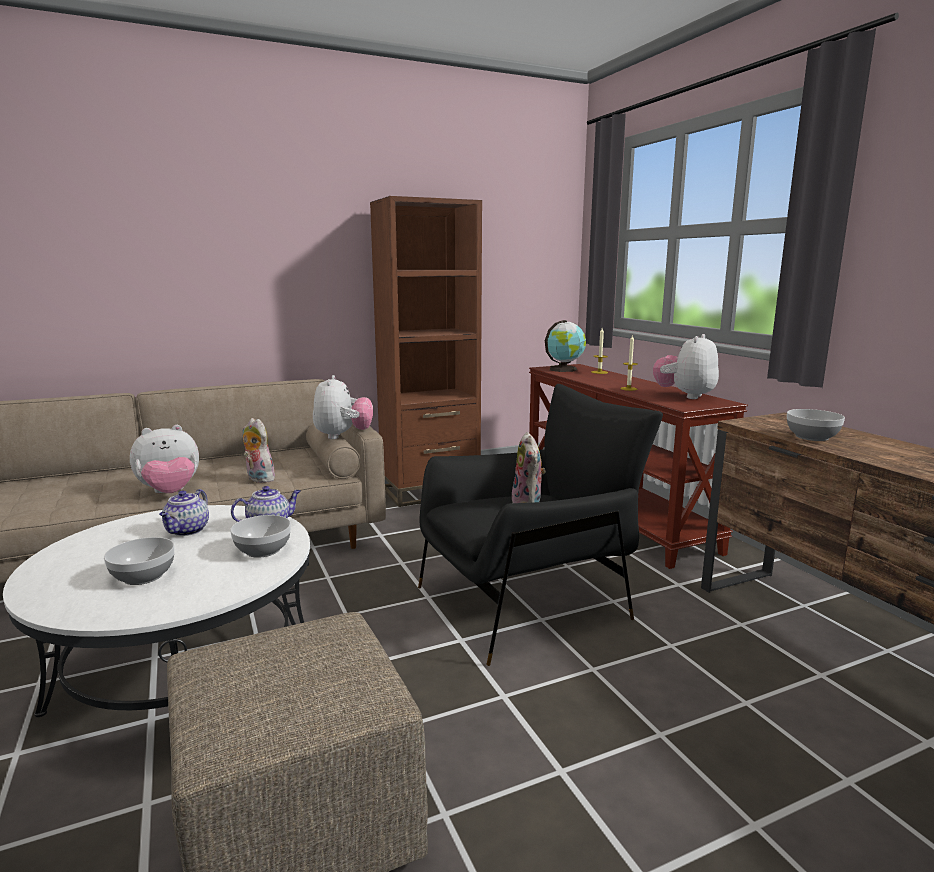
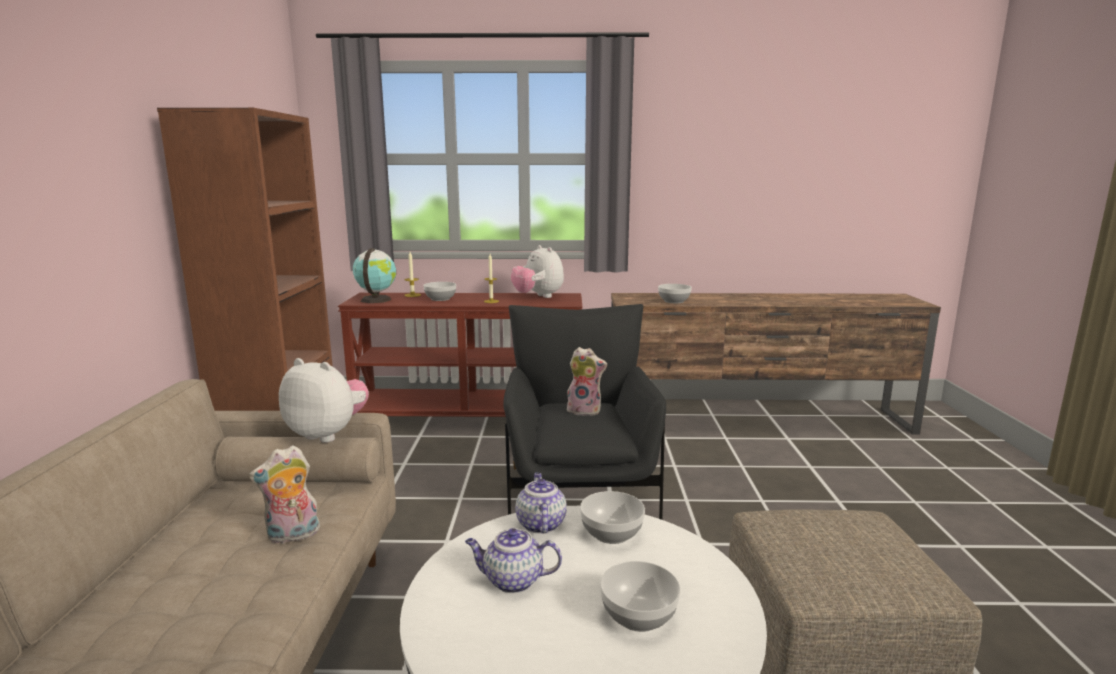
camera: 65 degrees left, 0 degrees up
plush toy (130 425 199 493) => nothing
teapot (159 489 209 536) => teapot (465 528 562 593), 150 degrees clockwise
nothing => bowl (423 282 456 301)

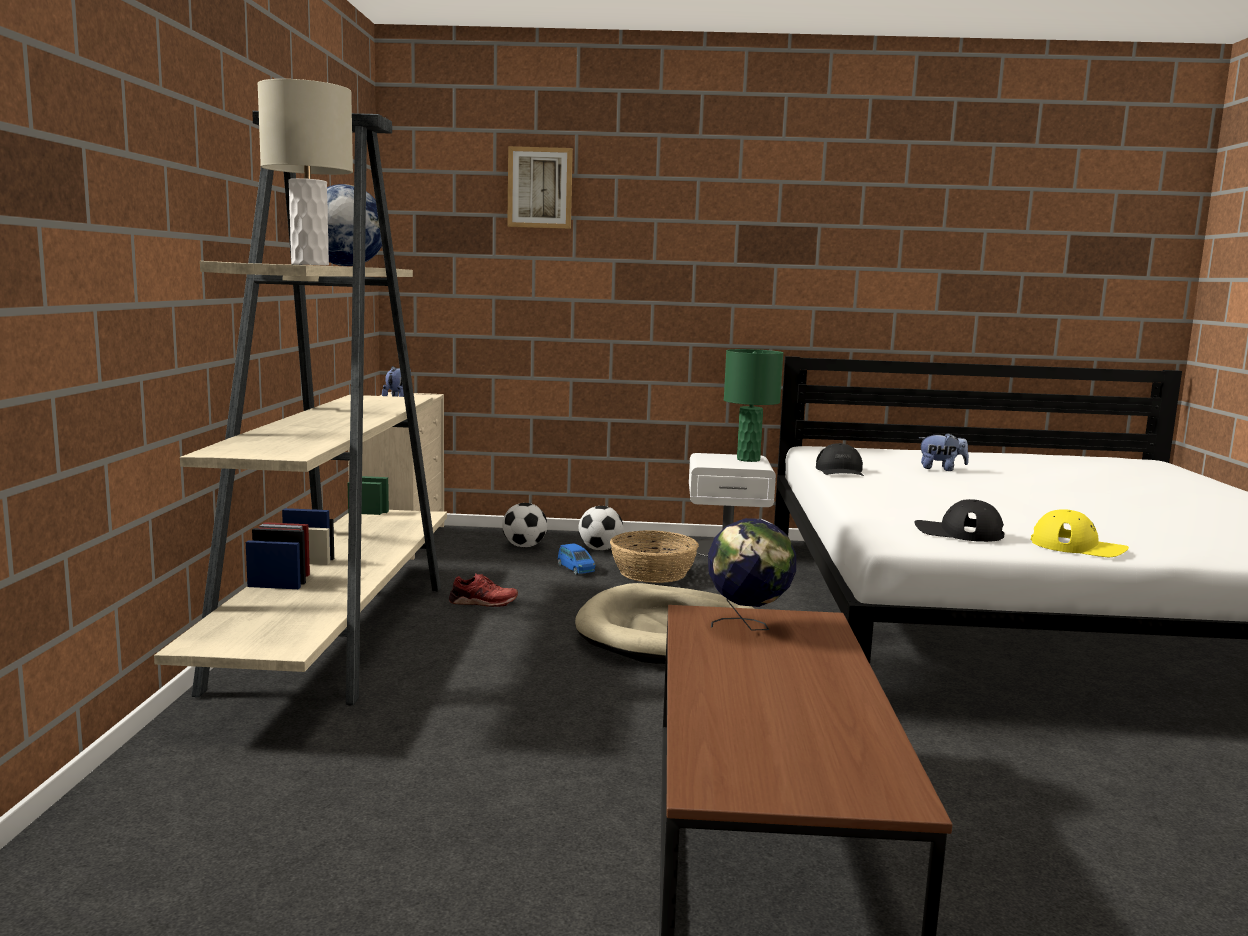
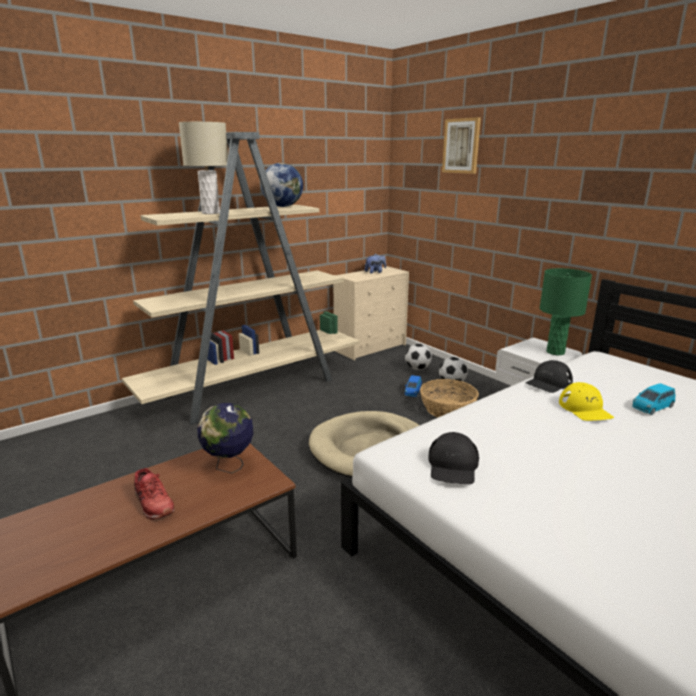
camera: 50 degrees right, 10 degrees up
plush toy (919 433 969 471) => blue toy car (632 383 675 415)
black cap (914 499 1005 542) => black cap (428 432 479 484), 150 degrees counterclockwise
yellow cap (1031 509 1129 557) => yellow cap (559 382 614 421), moved
red shoe (449 574 518 607) => red shoe (134 468 174 520), moved

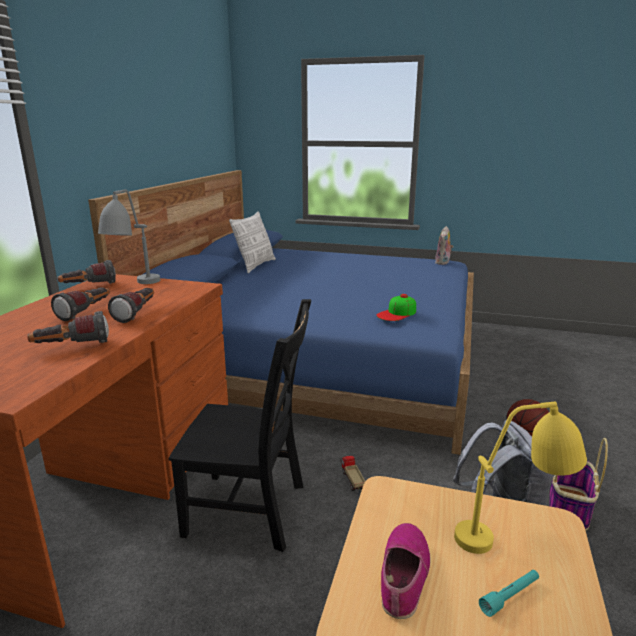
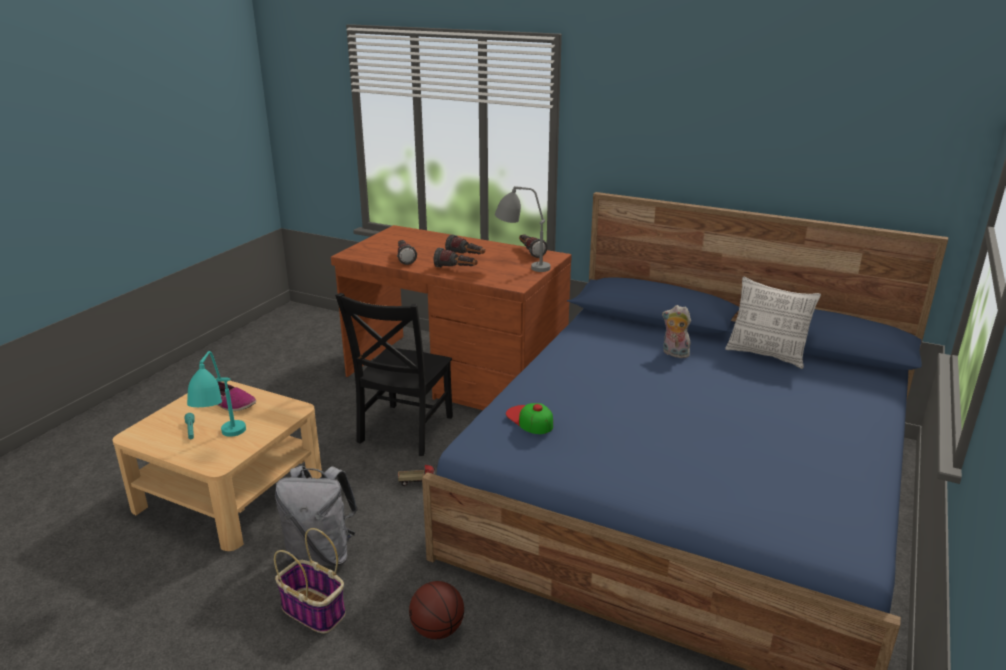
camera: 100 degrees right, 5 degrees up
plush toy (435 226 453 265) => plush toy (662 305 691 359), moved
yellow table lamp (454 402 587 554) => turquoise table lamp (187 351 246 437)

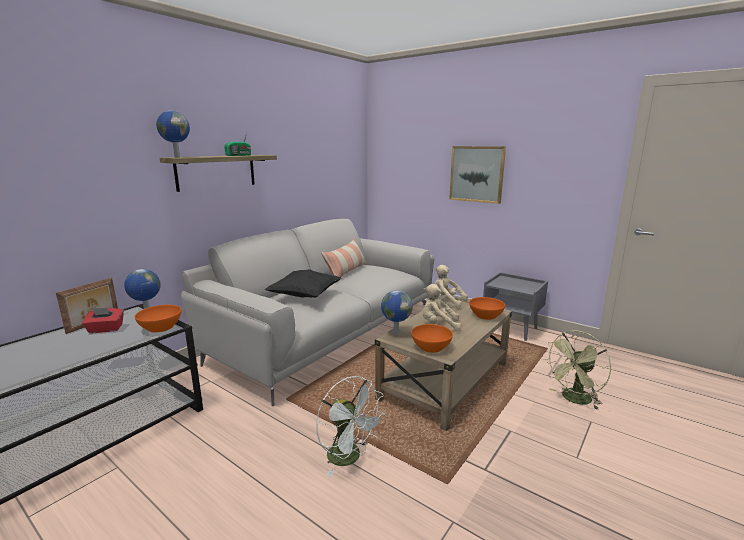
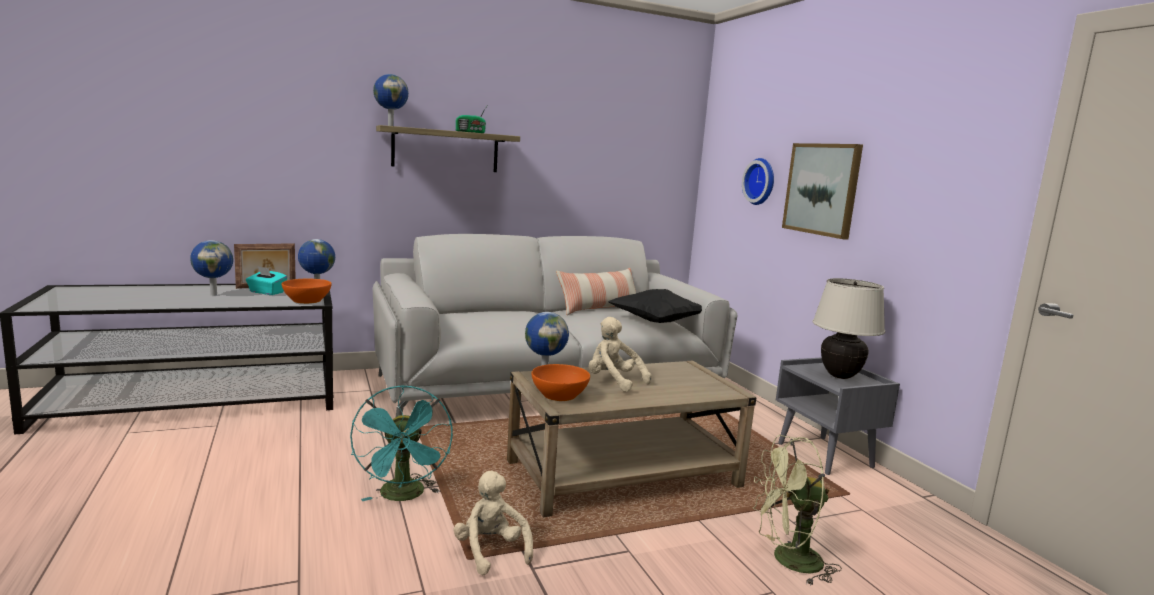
camera: 30 degrees right, 5 degrees down
beige plush toy (435 265 468 308) => beige plush toy (453 471 533 575), moved
black pillow (264 269 341 298) => black pillow (608 289 702 323), moved
orange bowl (469 297 505 320) => nothing
red tissue box (82 308 124 333) => turquoise tissue box (246 266 287 295)
white fan (316 376 386 476) => turquoise fan (350 385 453 501)
nothing => wall clock (742 158 774 205)
nothing => globe (190 240 233 296)
nothing => beige table lamp (812 278 885 379)

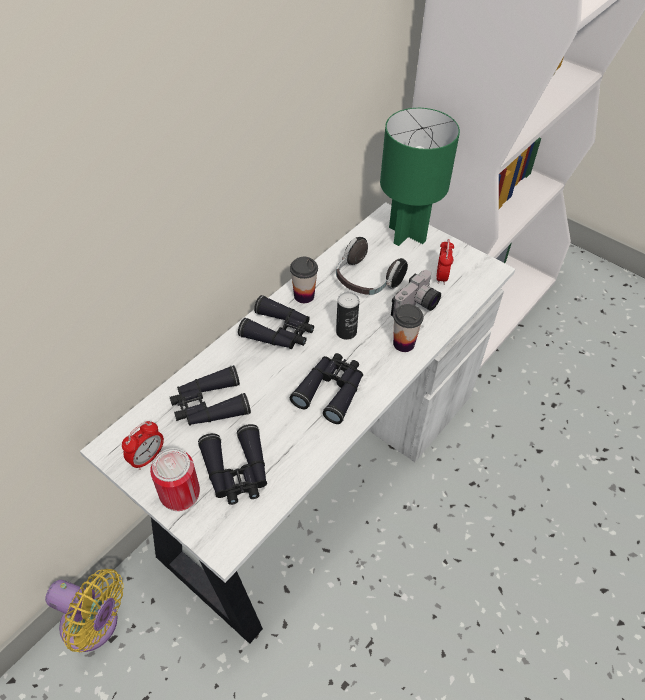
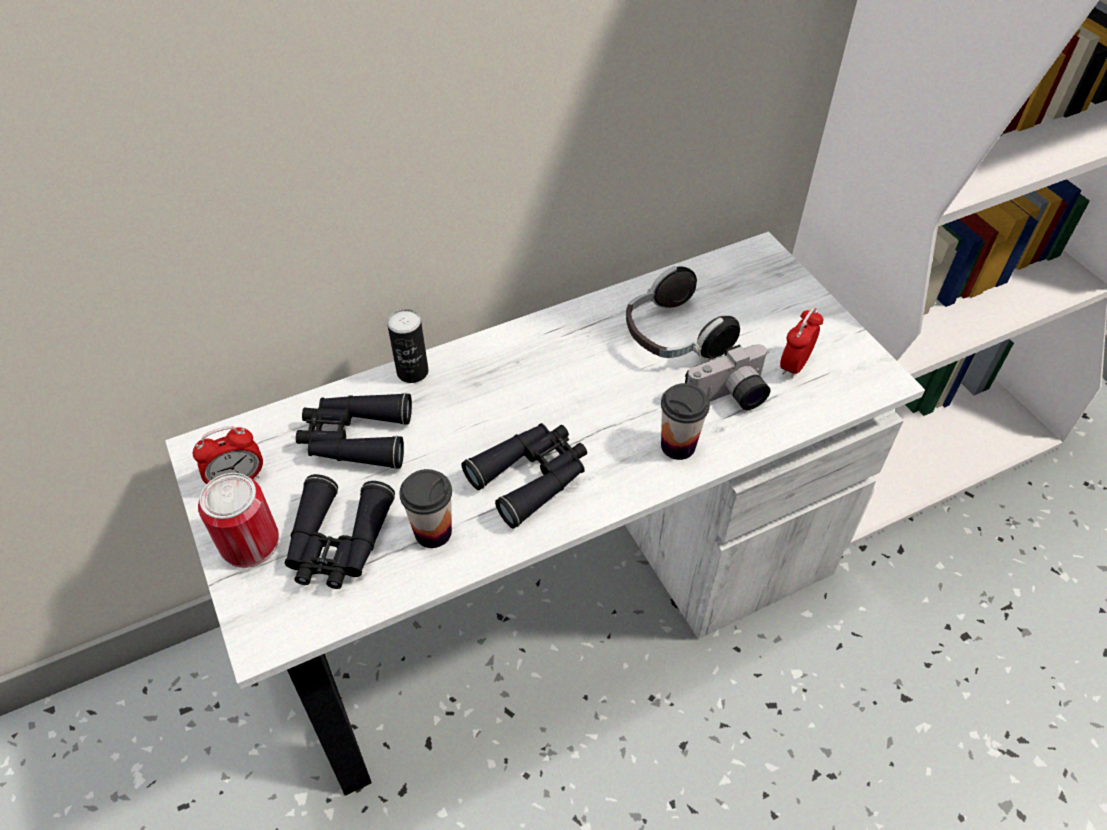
camera: 25 degrees right, 0 degrees up
green table lamp (380 108 460 246) => nothing
cup (290 257 318 303) => cup (399 469 452 548), moved
can (336 292 359 340) => can (387 309 429 383), moved
black binoculars (238 295 314 349) => nothing
yellow fan (45 569 124 652) => nothing

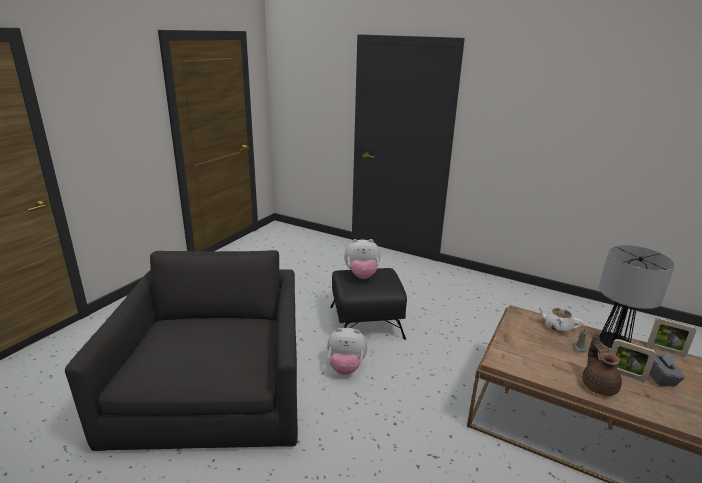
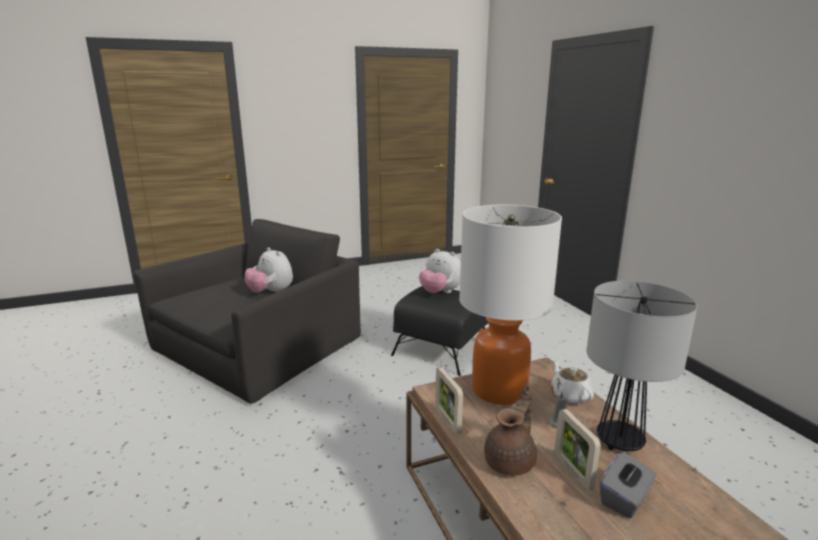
camera: 40 degrees right, 5 degrees down
picture frame (648 318 696 356) => picture frame (435 367 463 434), moved
plush toy (327 328 367 375) => plush toy (245 247 293 293), moved
nothing => table lamp (459 205 562 405)

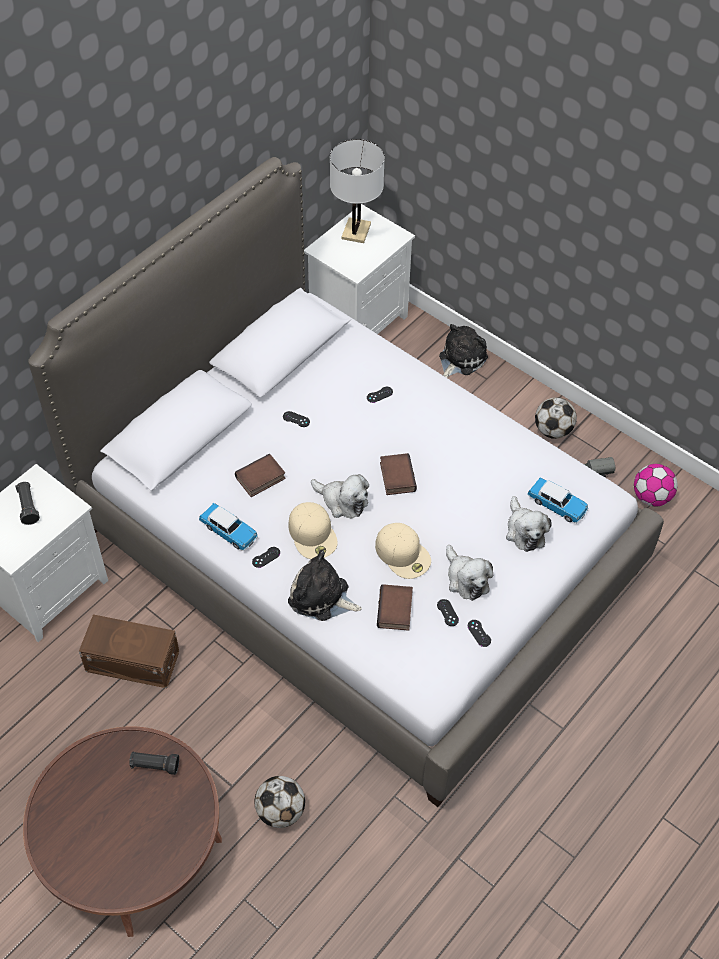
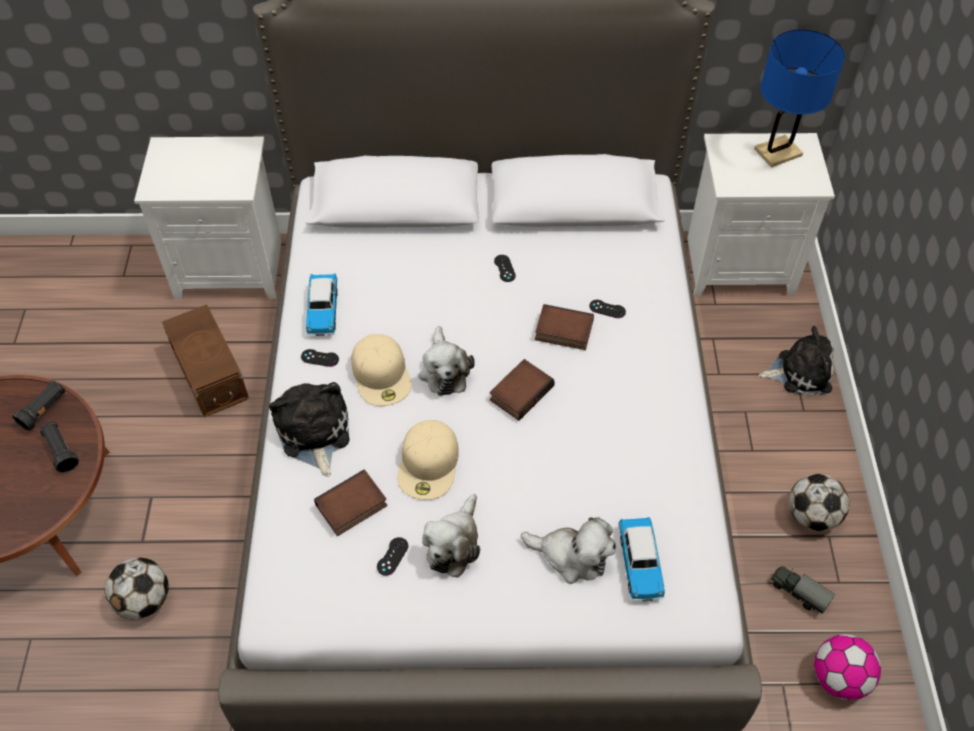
camera: 50 degrees right, 0 degrees up
white table lamp (330 139 385 243) => blue table lamp (754 29 845 168)
book (235 454 286 497) => book (535 304 594 350), moved
black flashlight (15 482 40 525) => black flashlight (12 380 65 431), moved
plush toy (506 496 552 552) => plush toy (521 517 616 584), 105 degrees counterclockwise
beige cap (288 502 338 559) => beige cap (351 334 411 406), 45 degrees counterclockwise
black game controller (468 620 491 647) => nothing

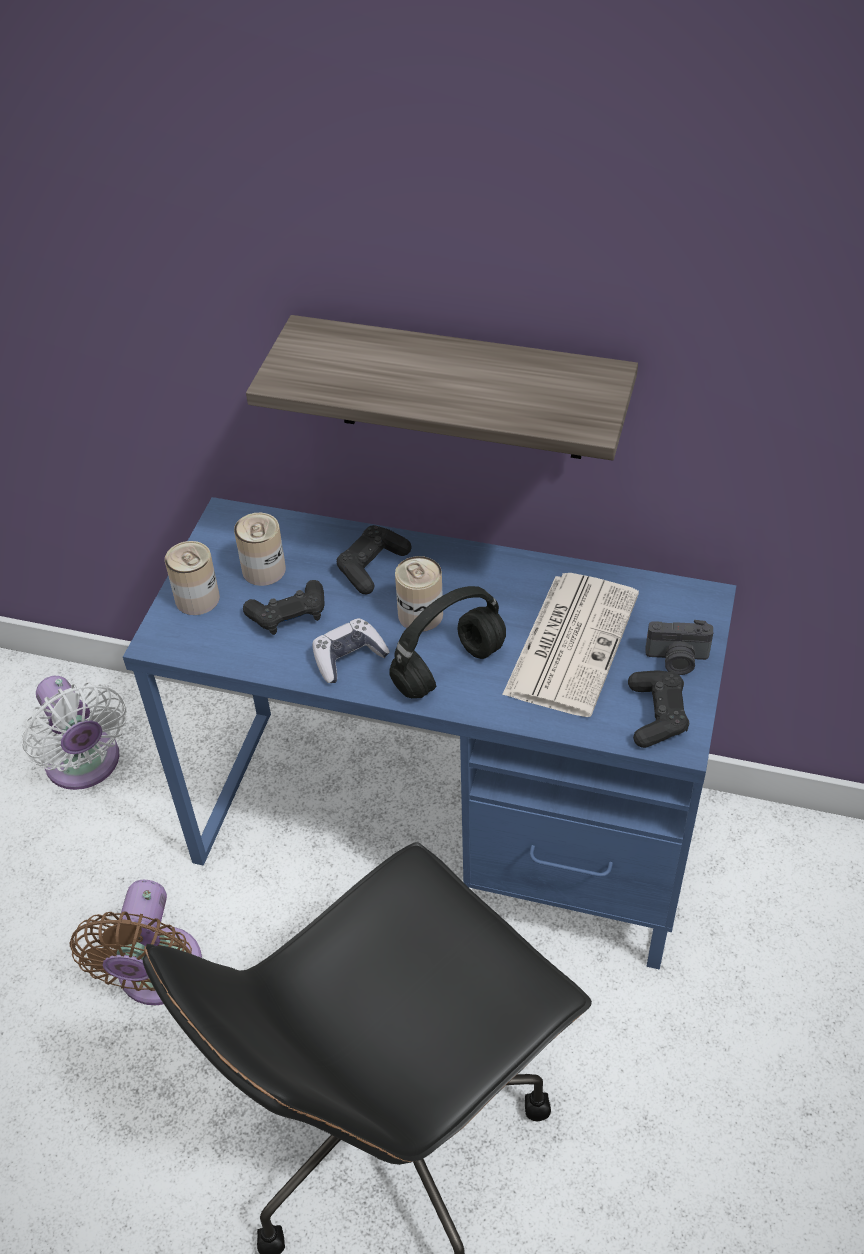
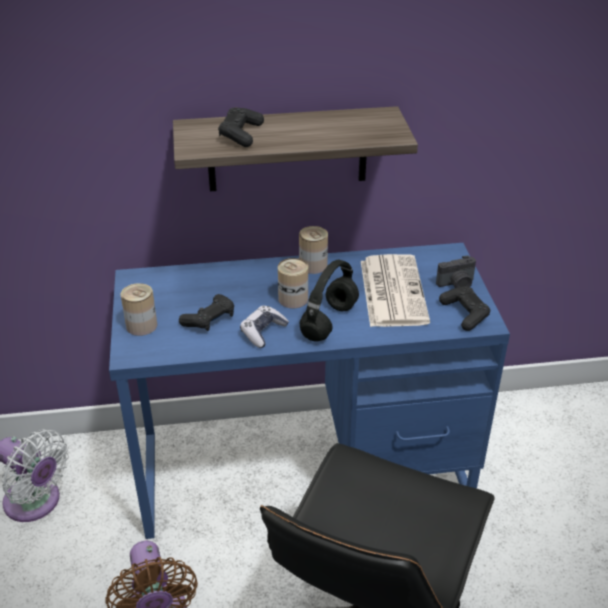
camera: 25 degrees left, 10 degrees down
can (234 513 286 586) => can (299 226 328 274), moved
black game controller (336 525 411 594) => black game controller (218 107 264 147), moved

